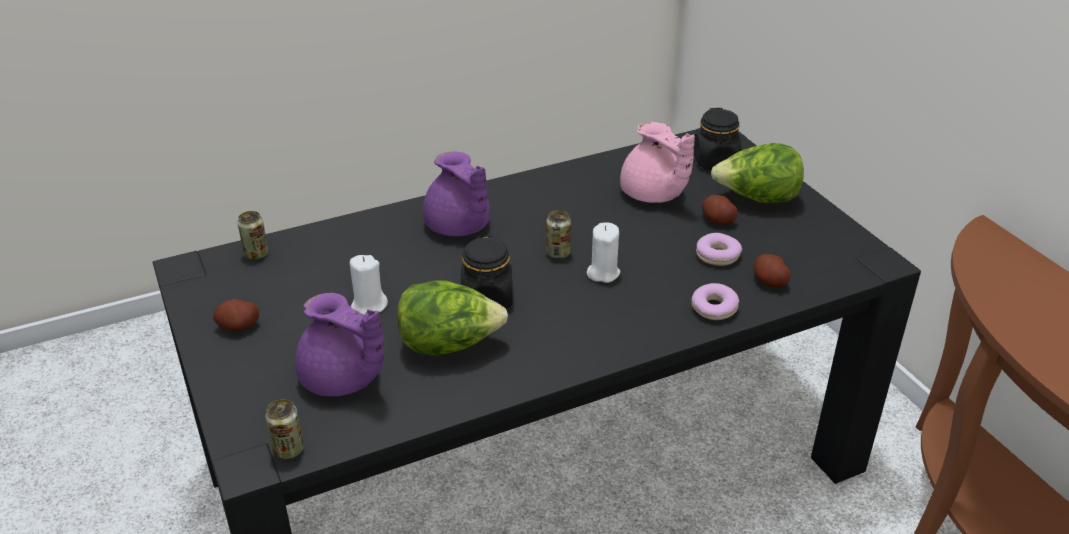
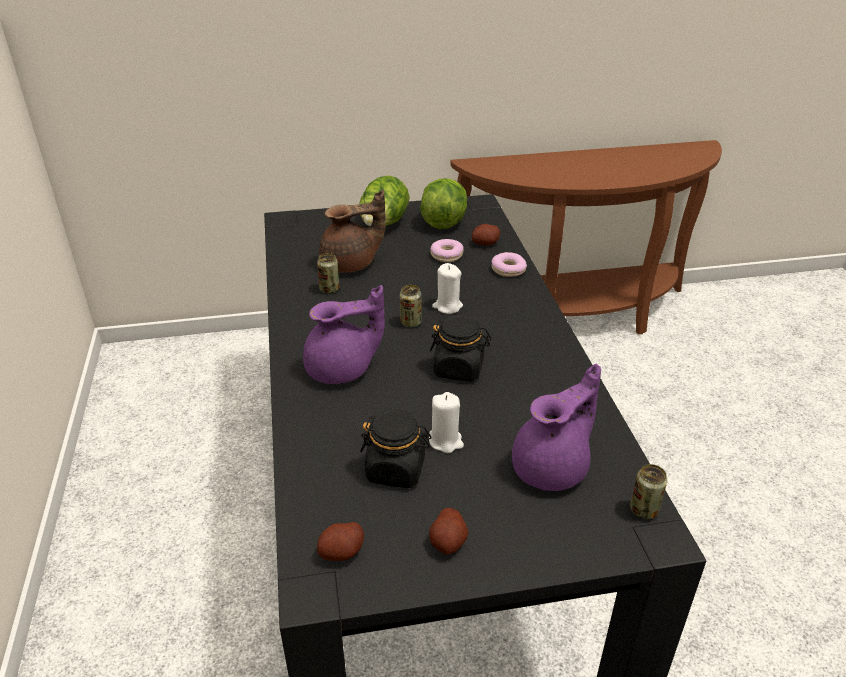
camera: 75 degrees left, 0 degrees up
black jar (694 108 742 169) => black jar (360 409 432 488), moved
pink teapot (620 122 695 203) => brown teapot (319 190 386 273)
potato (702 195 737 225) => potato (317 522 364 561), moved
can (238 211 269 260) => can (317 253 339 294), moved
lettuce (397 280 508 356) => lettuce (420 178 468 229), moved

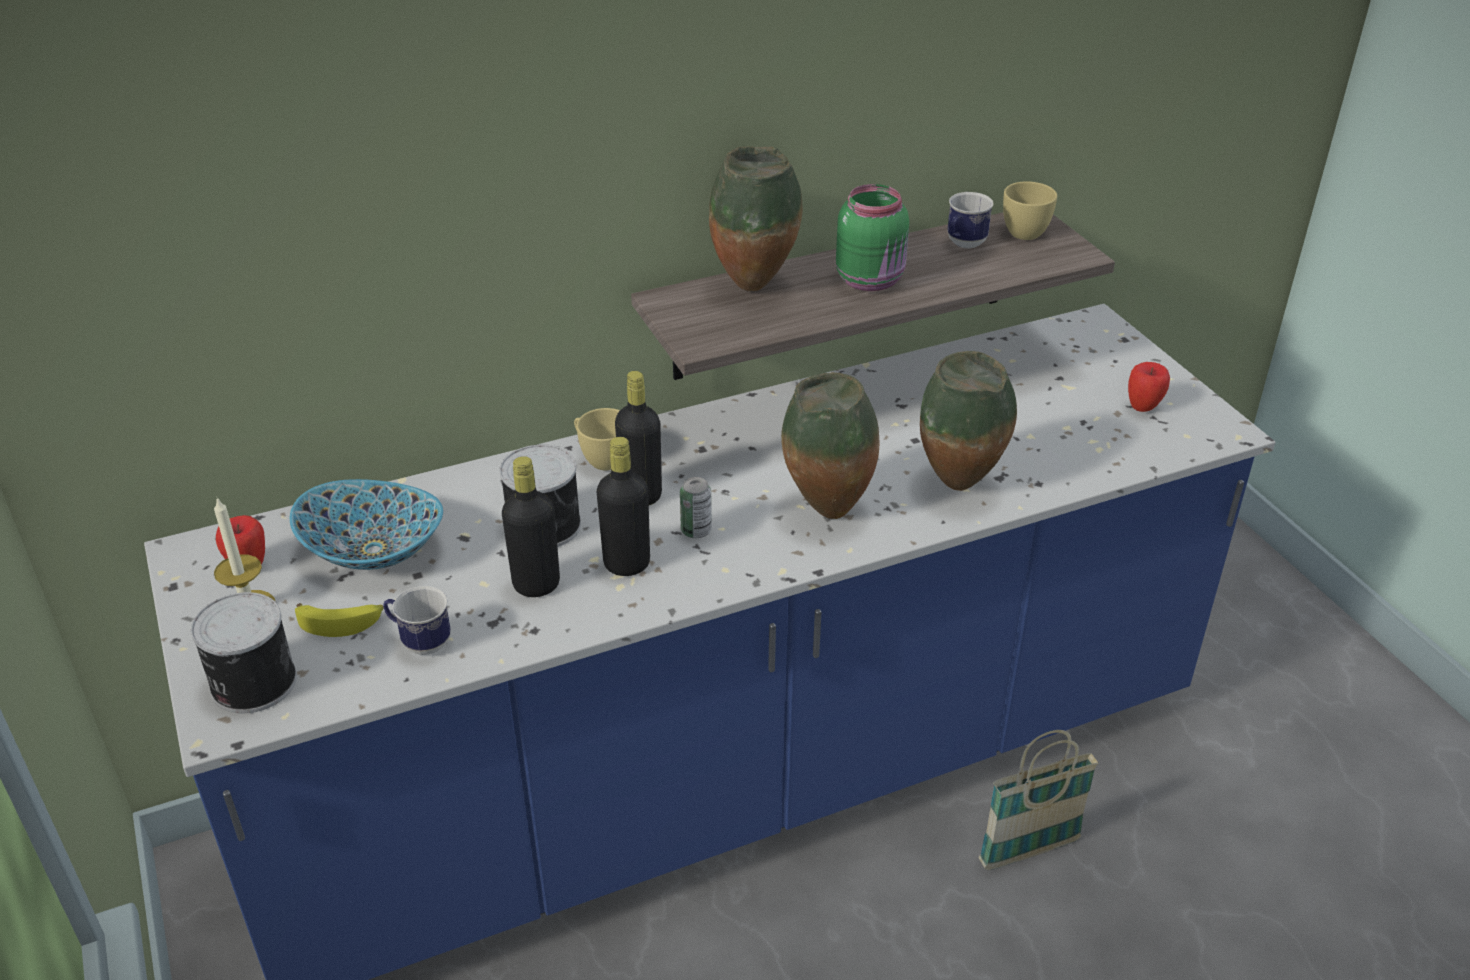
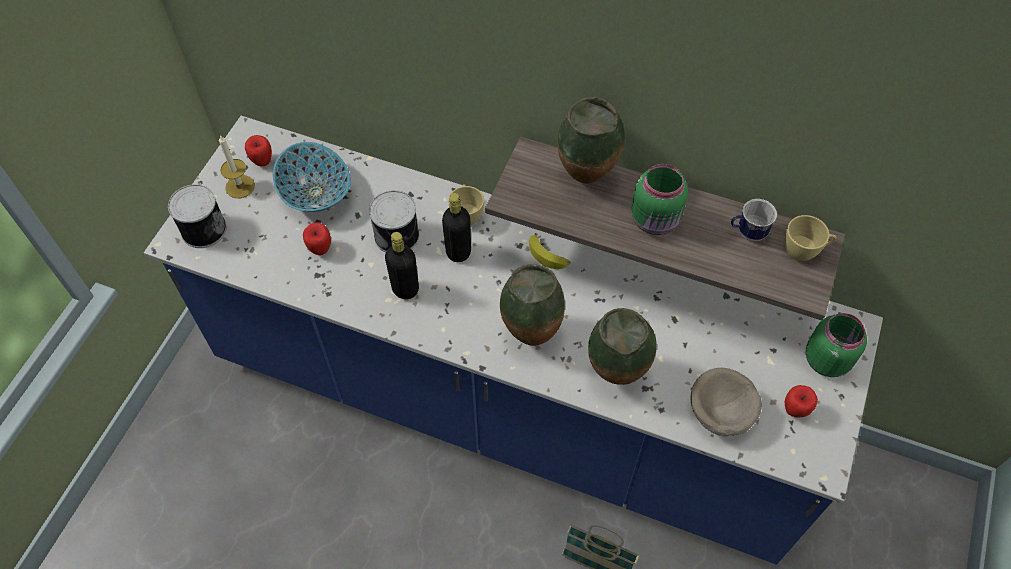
camera: 45 degrees right, 20 degrees up
black bottle (502 456 560 597) => nothing
can (680 477 712 538) => nothing
mug (383 586 451 655) => nothing
banana (295 603 384 637) => banana (529 233 571 269), moved
nothing => apple (303 223 331 255)
nothing => green jar (806 313 867 377)
nothing => beige bowl (691 368 762 436)

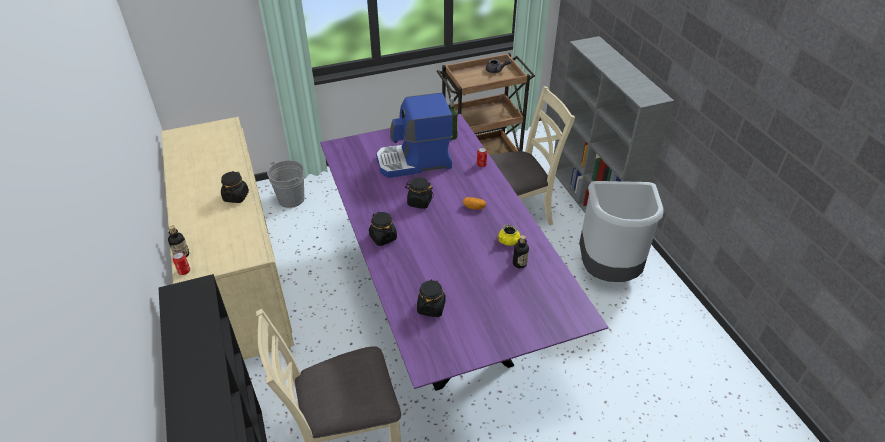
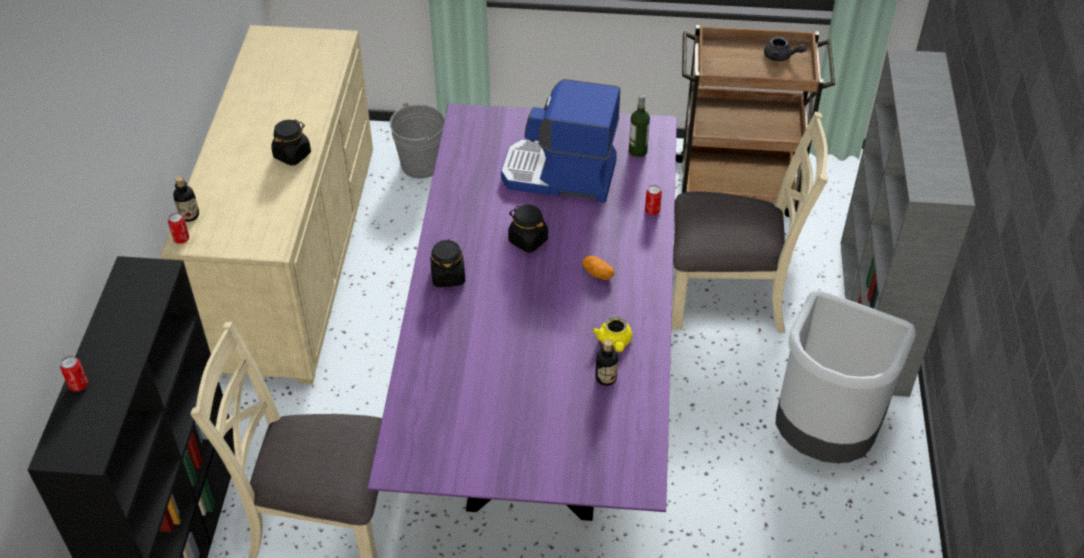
camera: 25 degrees right, 5 degrees up
black jar (417 279 446 317) => nothing
nothing => can (60 356 88 392)

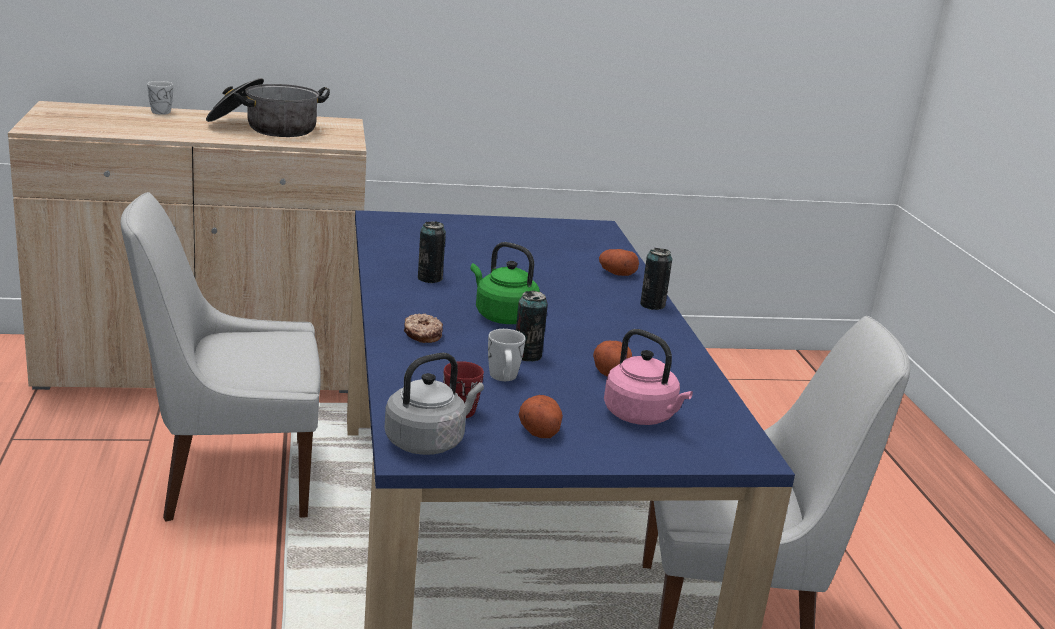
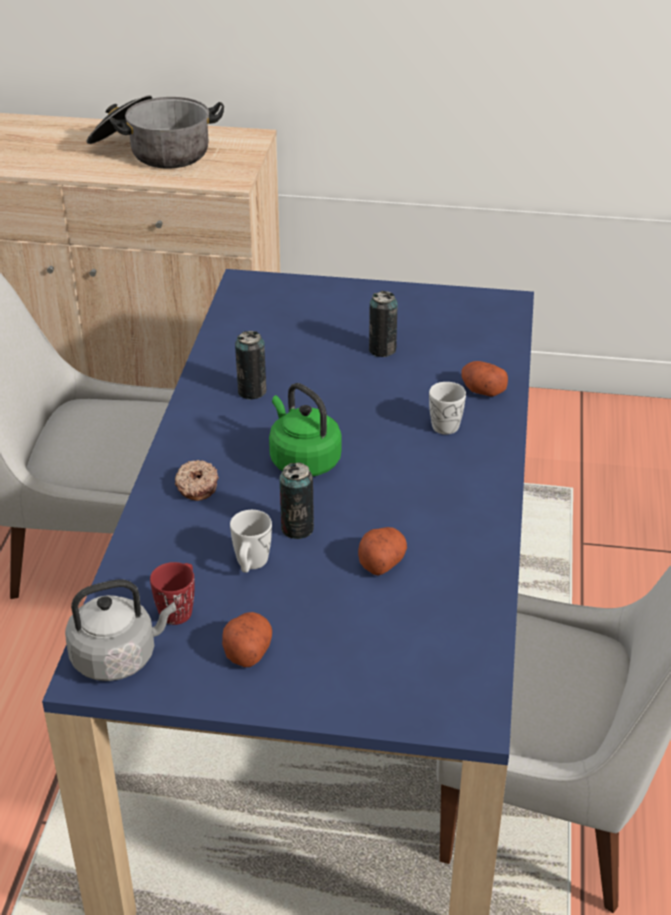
camera: 20 degrees right, 15 degrees up
white mug (147 81 173 115) => white mug (429 382 466 435), moved
can (640 248 673 310) => can (369 291 398 357), moved
pink kettle (604 329 693 425) => nothing

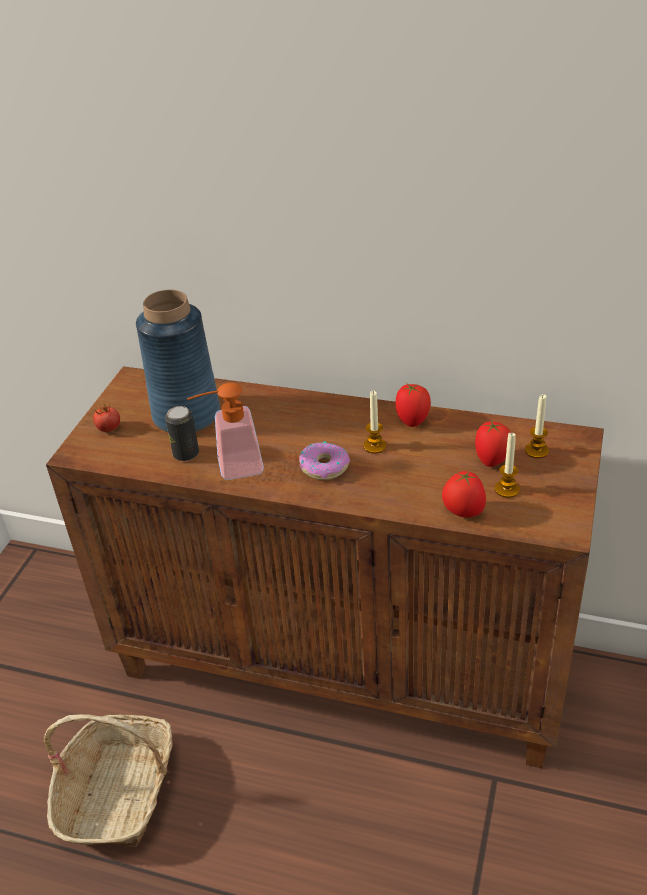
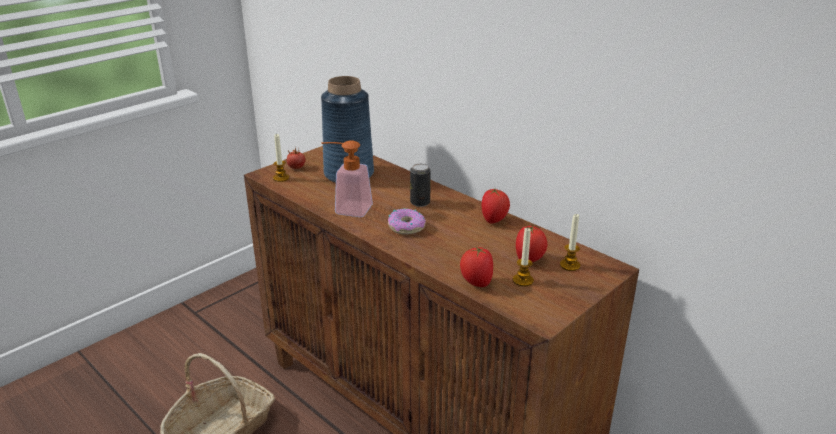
camera: 25 degrees right, 10 degrees down
candle (363 391 387 454) => candle (273 133 289 182), moved
can (165 406 199 461) => can (410 164 431 207), moved

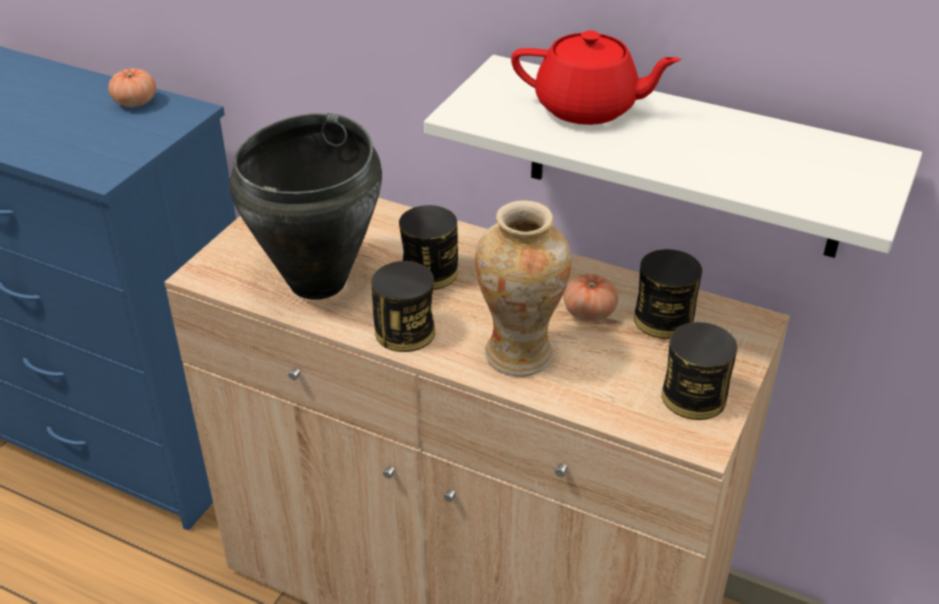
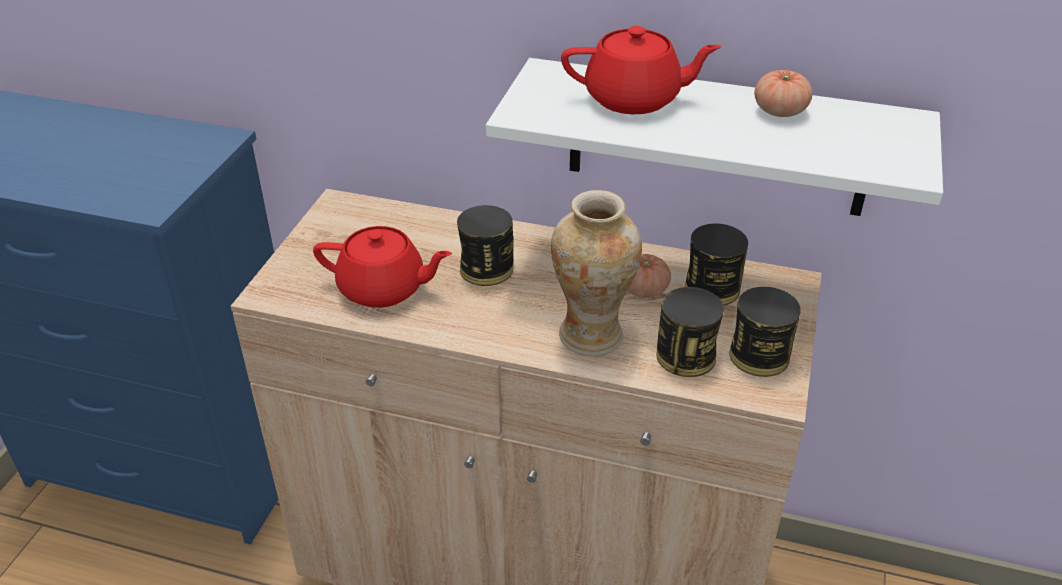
camera: 10 degrees left, 0 degrees up
tomato (108 69 156 107) => tomato (754 70 813 117), moved
black cooking pot (230 113 382 300) => red teapot (313 226 452 308)
can (371 261 435 352) => can (656 287 724 377), moved

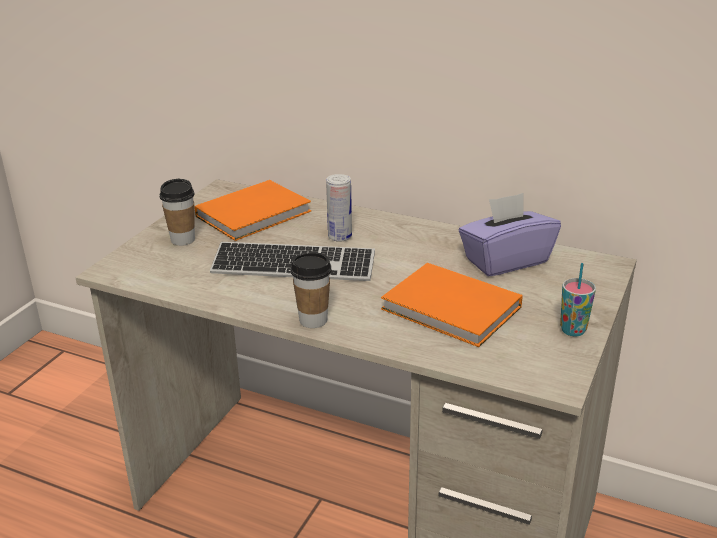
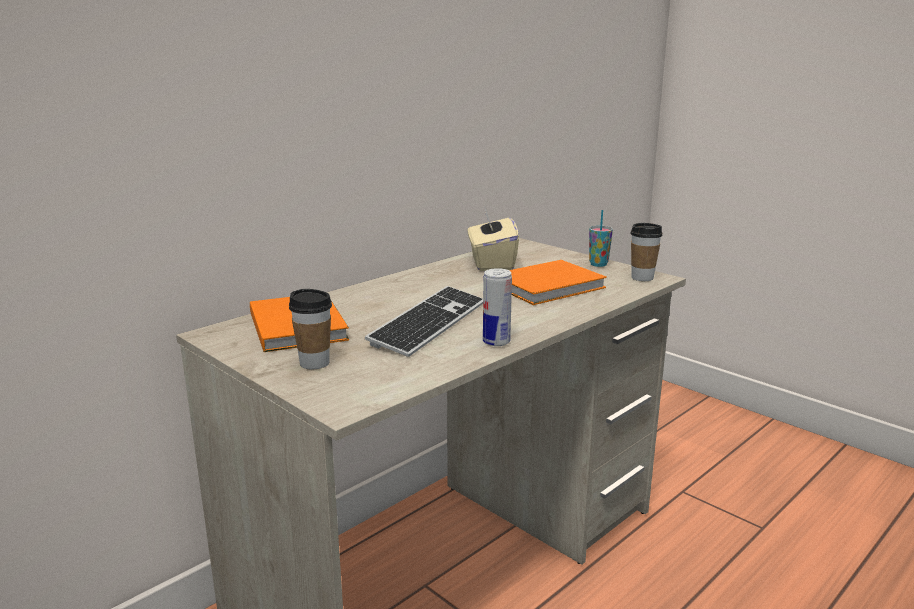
camera: 70 degrees left, 10 degrees down
can (326 174 352 242) => can (483 268 512 346), moved
purple tissue box (459 193 561 277) => beige tissue box (468 208 519 271)
cup (291 252 331 328) => cup (630 223 662 281), moved

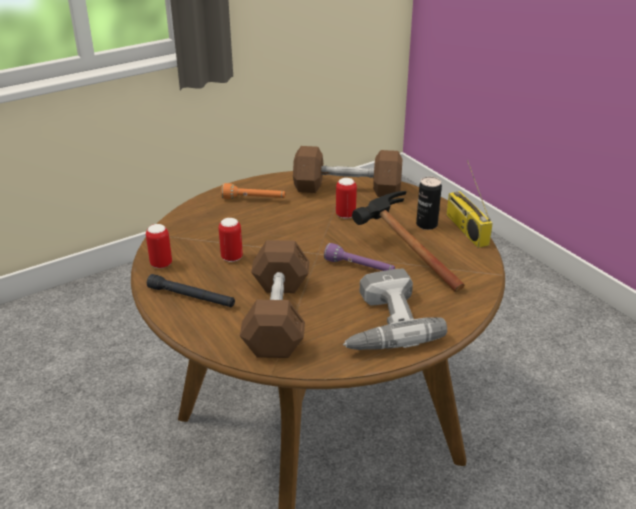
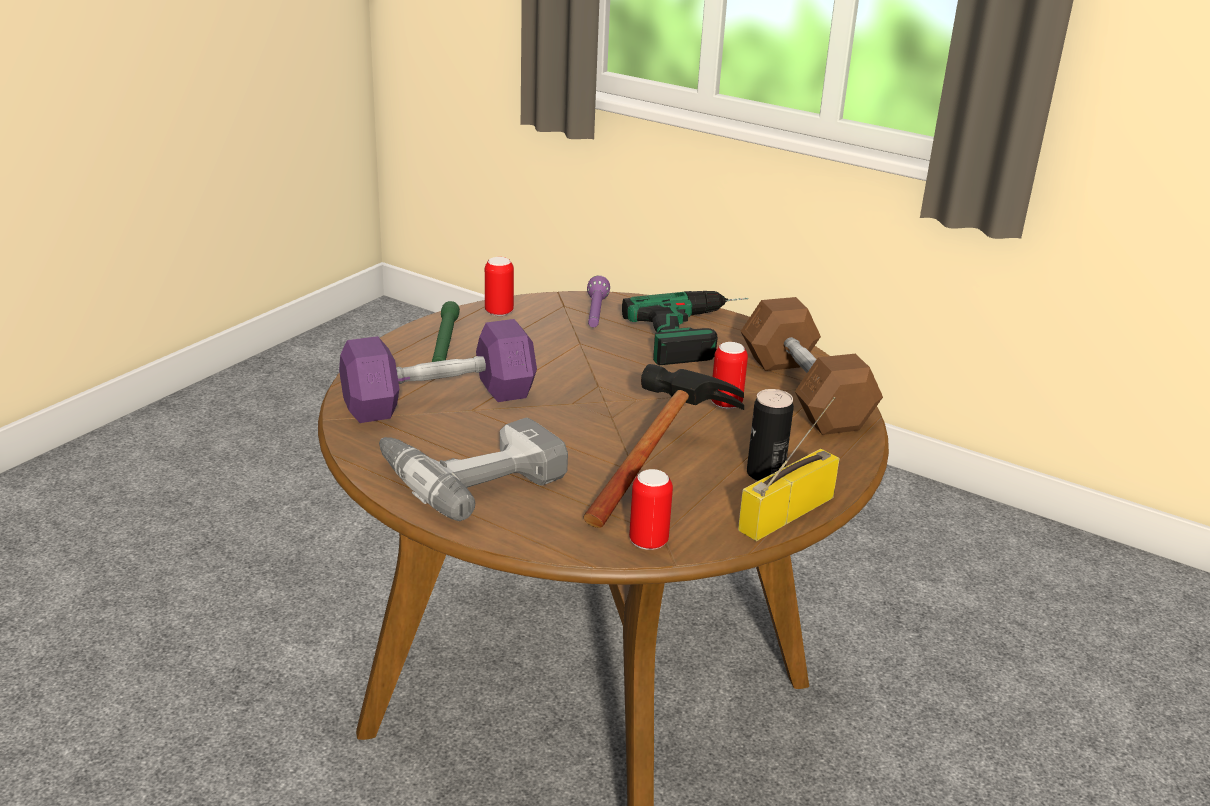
camera: 65 degrees right, 5 degrees down
orange flashlight (221 183 285 199) => power drill (622 291 749 365)
can (219 218 243 262) => can (629 469 673 550), moved
brown dumbbell (240 240 309 358) => purple dumbbell (339 319 537 423)
purple flashlight (324 243 395 271) => purple flashlight (587 275 610 327), moved
black flashlight (147 274 235 307) => green flashlight (432 301 460 362)

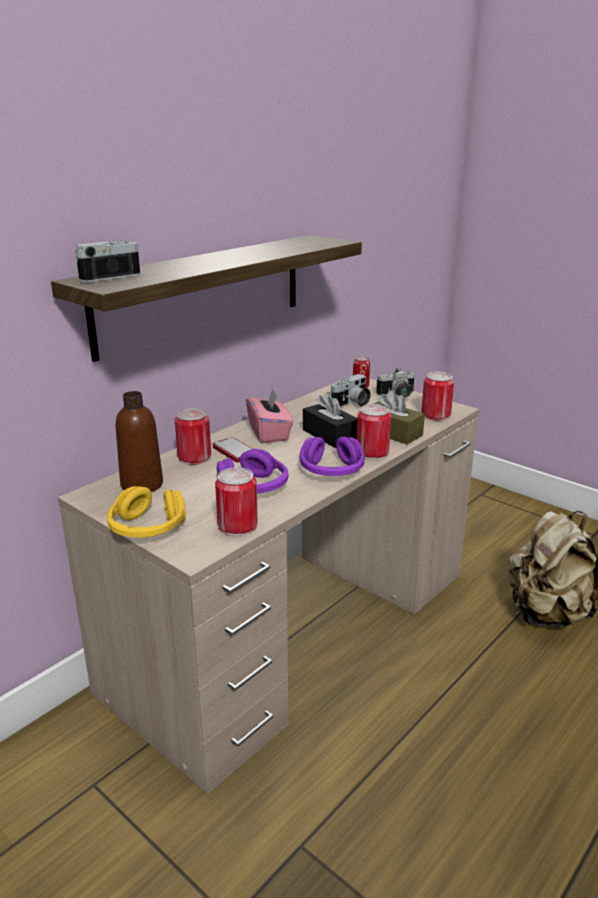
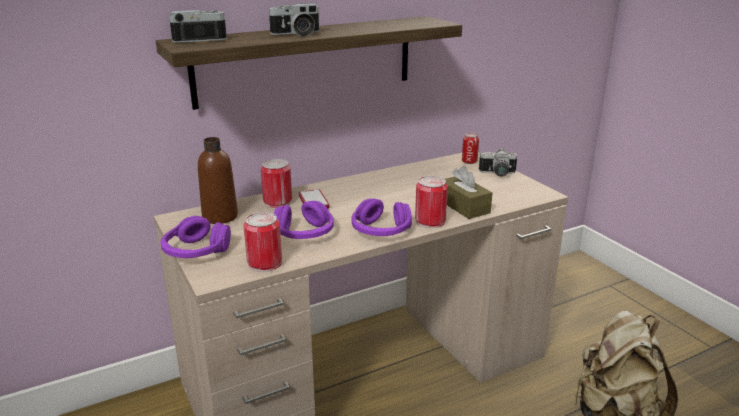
camera: 20 degrees right, 0 degrees up
can (421 372 454 421) => nothing
photo camera (331 374 371 407) => photo camera (269 3 320 37), moved
pink tissue box (246 388 293 443) => nothing
black tissue box (303 392 357 448) => nothing
yellow headphones (107 486 186 538) => purple headphones (161 216 231 258)

